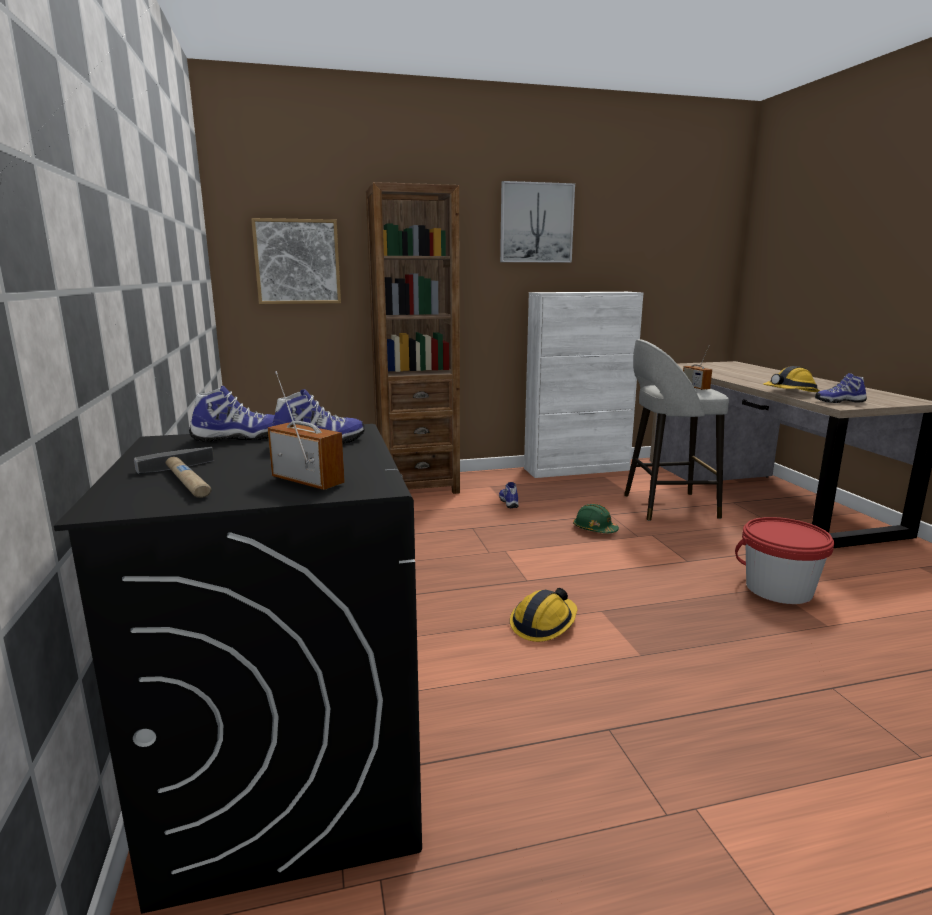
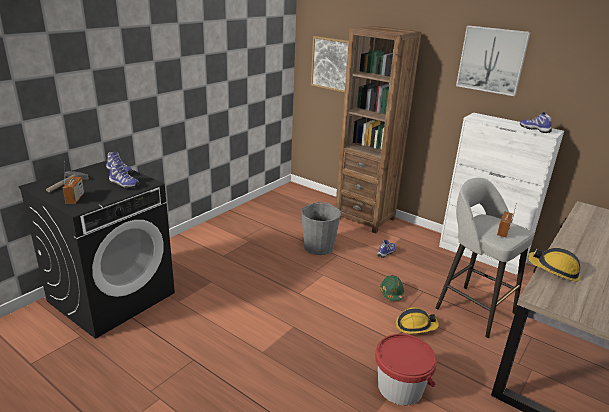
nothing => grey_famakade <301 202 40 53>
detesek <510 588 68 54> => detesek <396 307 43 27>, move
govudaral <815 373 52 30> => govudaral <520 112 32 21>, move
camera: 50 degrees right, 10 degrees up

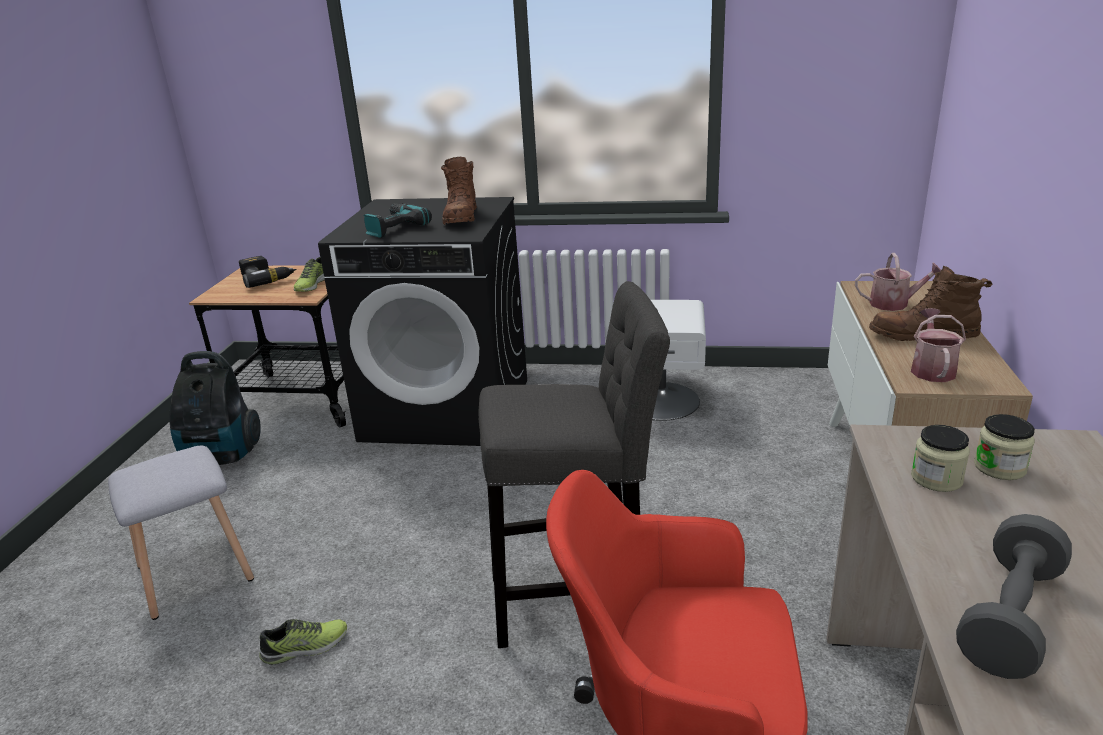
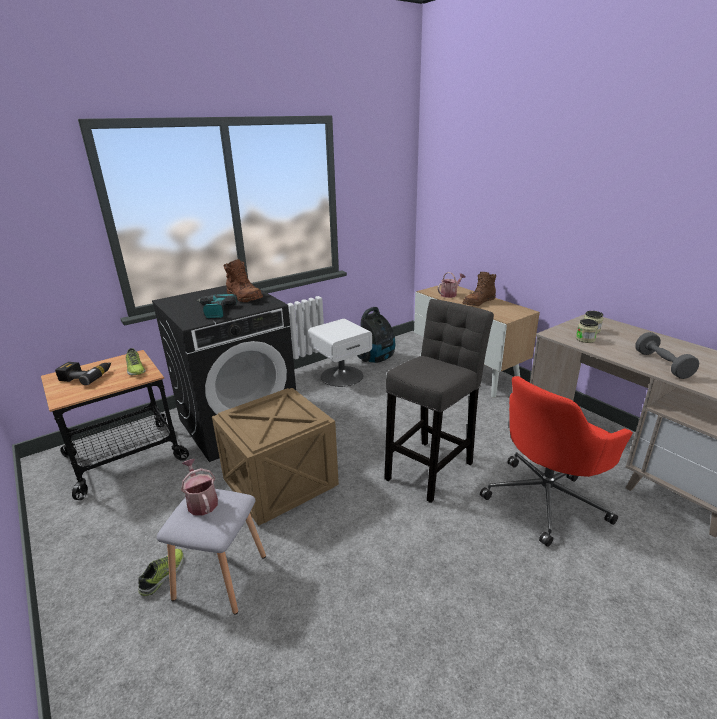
govudaral <259 619 88 46> => govudaral <138 549 46 47>, move
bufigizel <911 308 55 74> => bufigizel <181 459 37 57>, move
nothing => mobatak <212 388 127 138>
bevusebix <169 351 92 114> => bevusebix <357 307 38 56>, move
camera: 45 degrees left, 0 degrees up

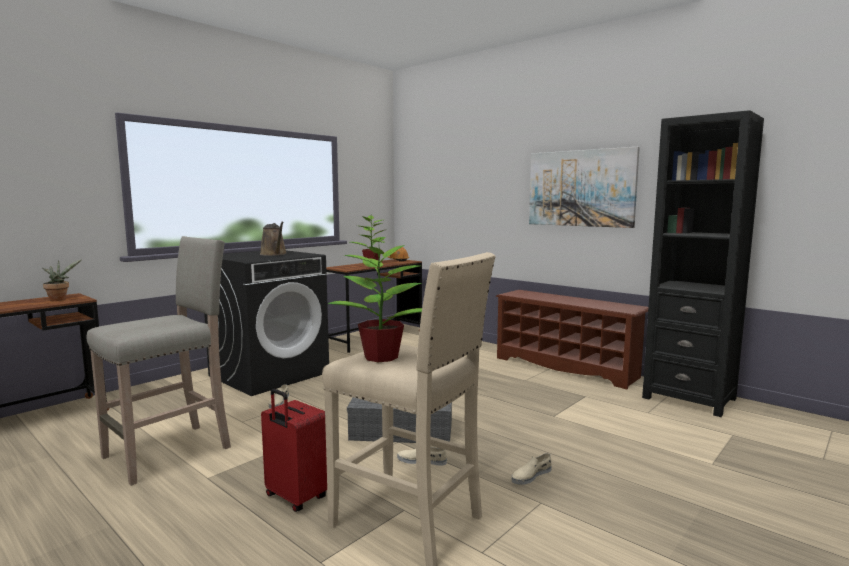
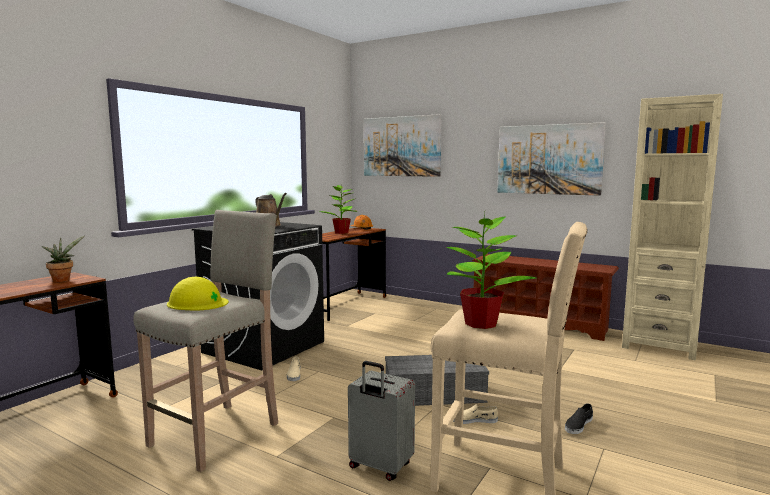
nothing => yellow_detesek <167 277 62 34>
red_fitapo <261 389 66 123> => grey_fitapo <348 361 67 120>
nothing => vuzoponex <364 114 78 63>
beige_govudaral <512 453 40 32> => black_govudaral <565 404 28 30>
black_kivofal <642 110 122 307> => beige_kivofal <622 94 101 266>
camera: 10 degrees left, 0 degrees up

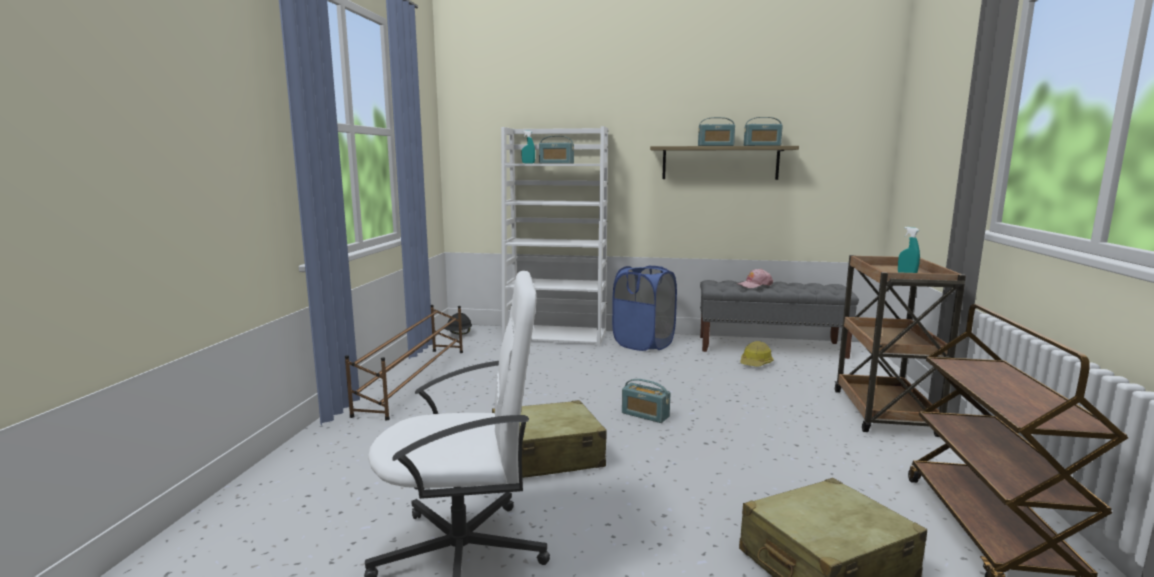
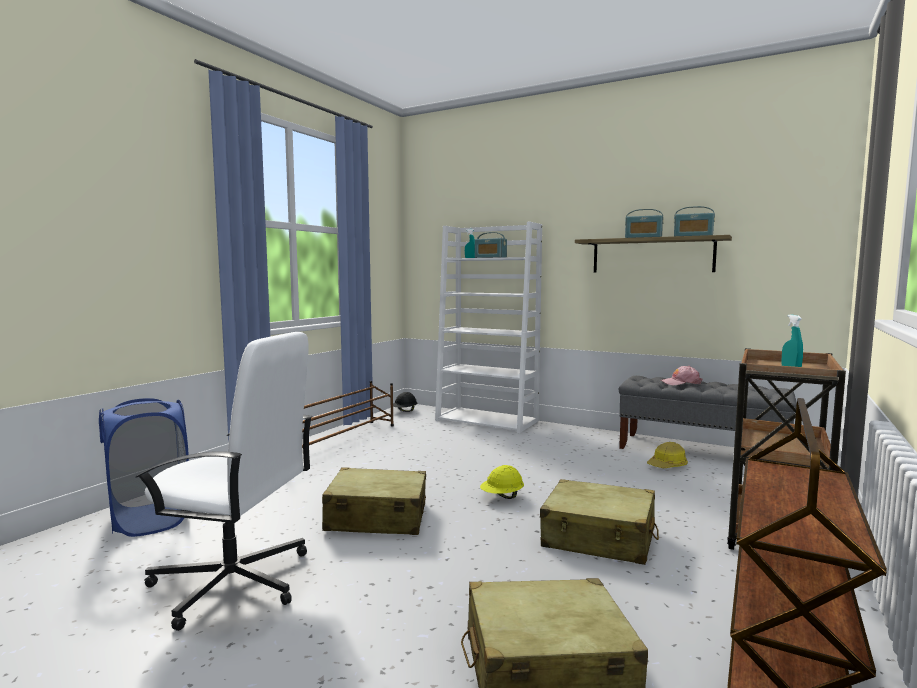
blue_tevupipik <612 265 65 86> => blue_tevupipik <99 398 90 139>, move
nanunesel <622 379 48 44> => yellow_detesek <480 465 44 34>
nothing => beige_fitapo <540 479 119 86>
camera: 20 degrees right, 5 degrees down

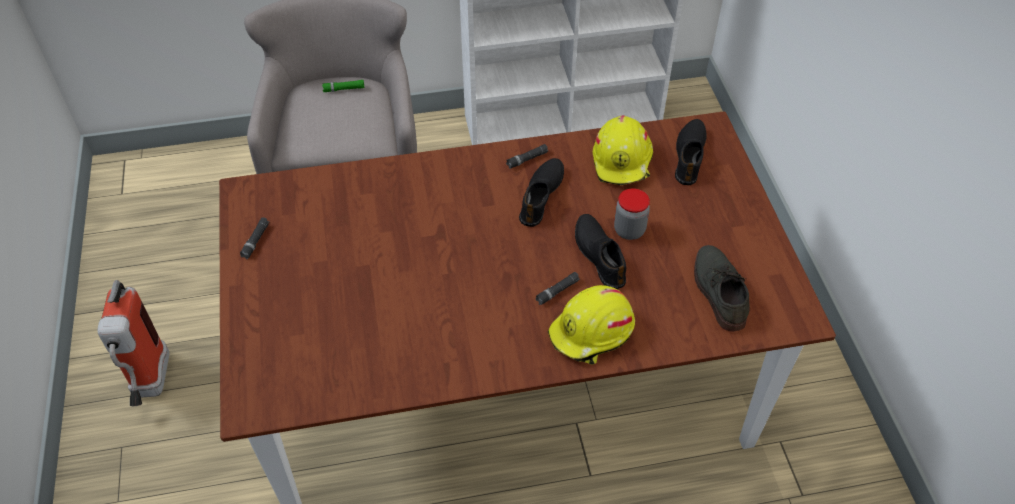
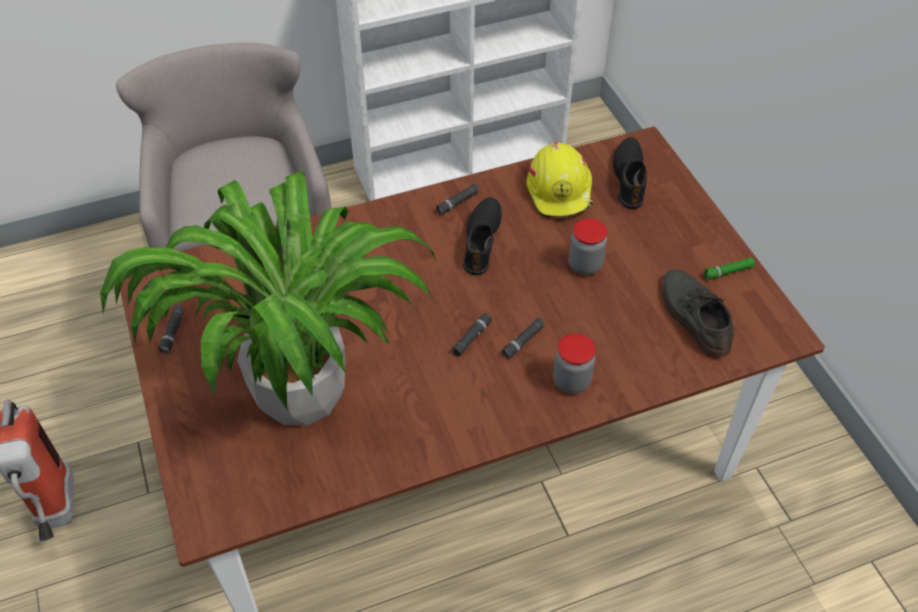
nothing => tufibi <100 170 336 256>
nothing => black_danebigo <451 313 41 43>
yellow_detesek <548 285 87 80> => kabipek <553 334 43 60>
green_danebigo <322 80 42 12> => green_danebigo <703 257 52 23>, move
black_govudaral <575 214 51 75> => nothing
camera: 10 degrees left, 0 degrees up

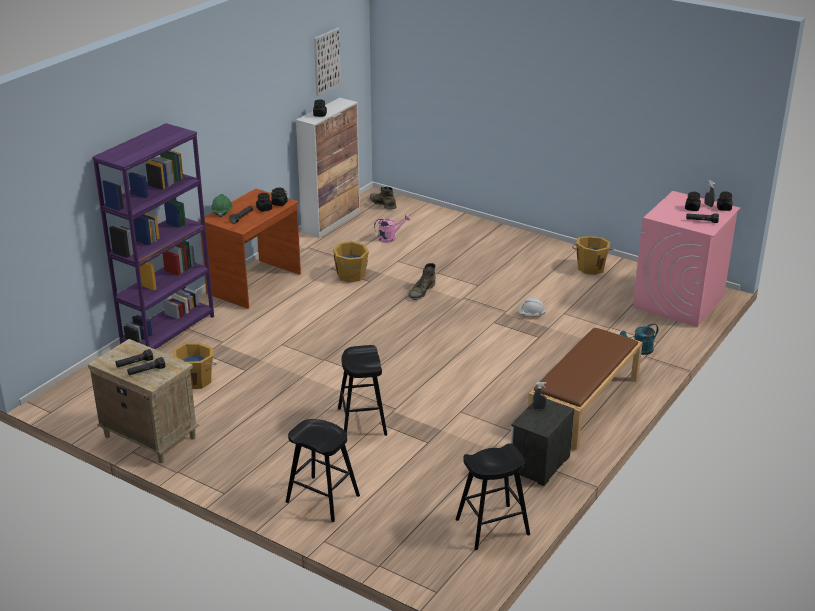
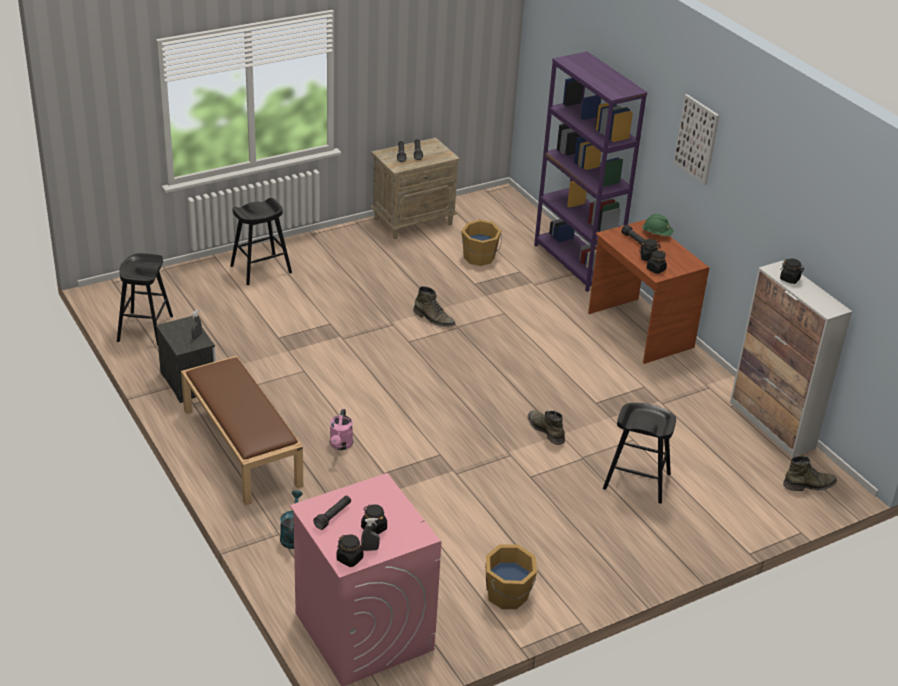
pink_bufigizel <374 214 37 29> => pink_bufigizel <330 409 23 41>, move
nothing => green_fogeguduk <413 286 43 41>
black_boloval <338 345 49 91> => black_boloval <603 403 73 101>, move
vuzoponex <314 28 27 68> => vuzoponex <674 94 45 91>, move
orange_famakade <333 241 36 42> => nothing
white_detesek <518 298 28 17> => nothing
camera: 115 degrees right, 5 degrees up

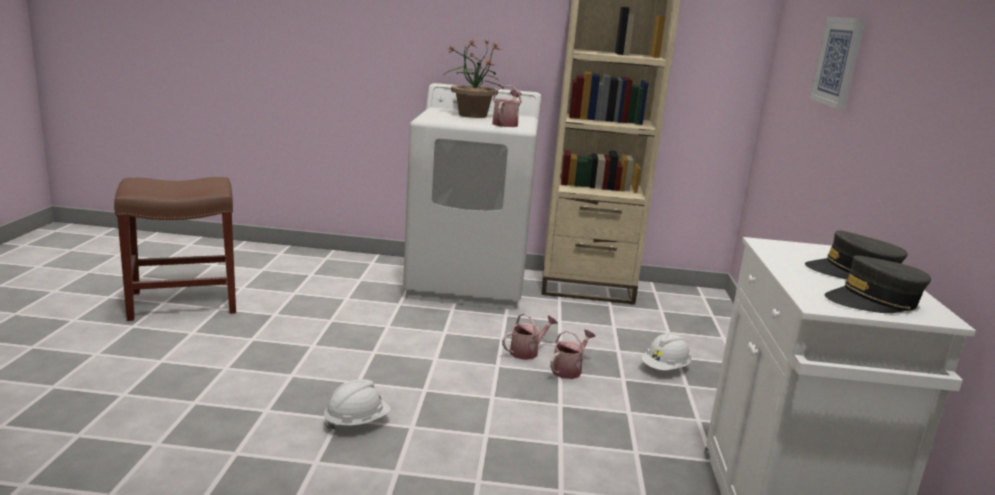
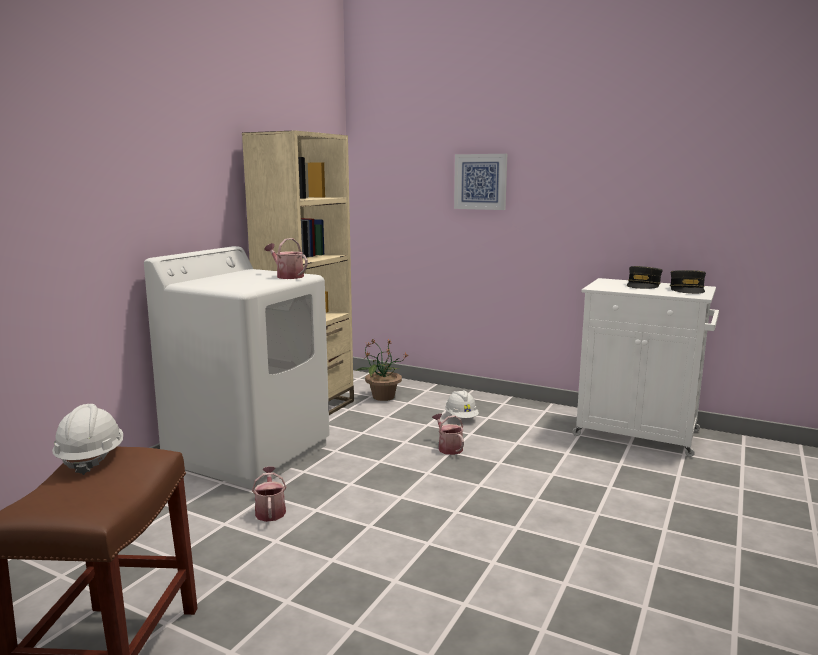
white_detesek <324 379 67 53> => white_detesek <52 404 71 71>, move
bufigizel <502 313 56 47> => bufigizel <252 466 34 56>, move
tufibi <443 38 60 80> => tufibi <356 339 52 62>, move
camera: 65 degrees left, 5 degrees down

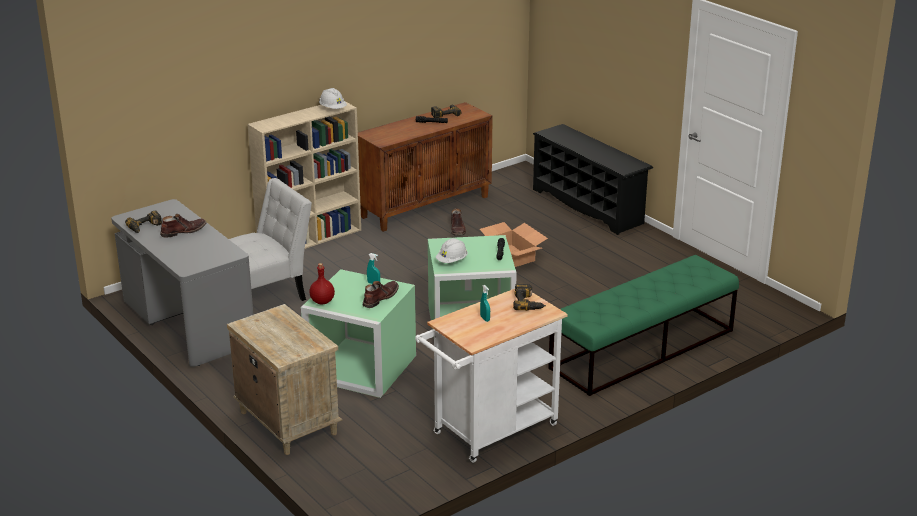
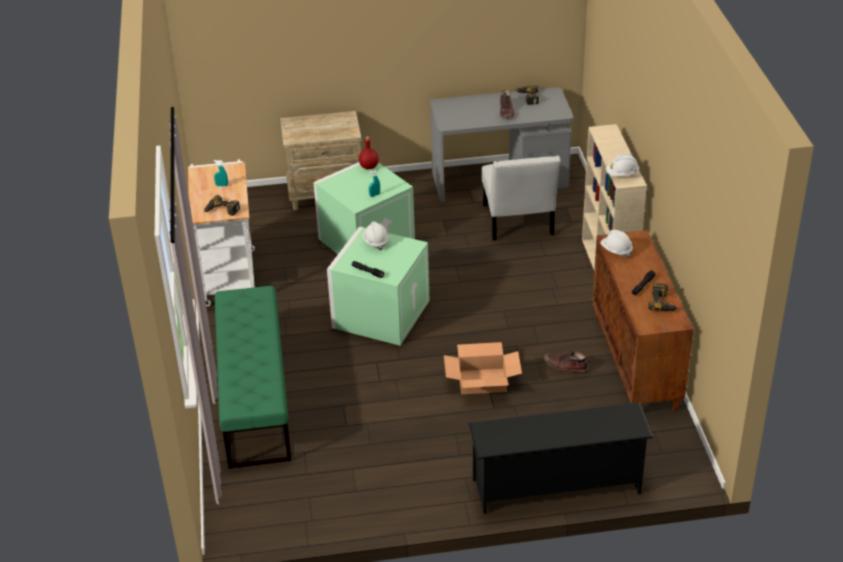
nothing => white_detesek <600 230 33 27>
brown_fogeguduk <363 281 36 27> => nothing
camera: 120 degrees right, 10 degrees up

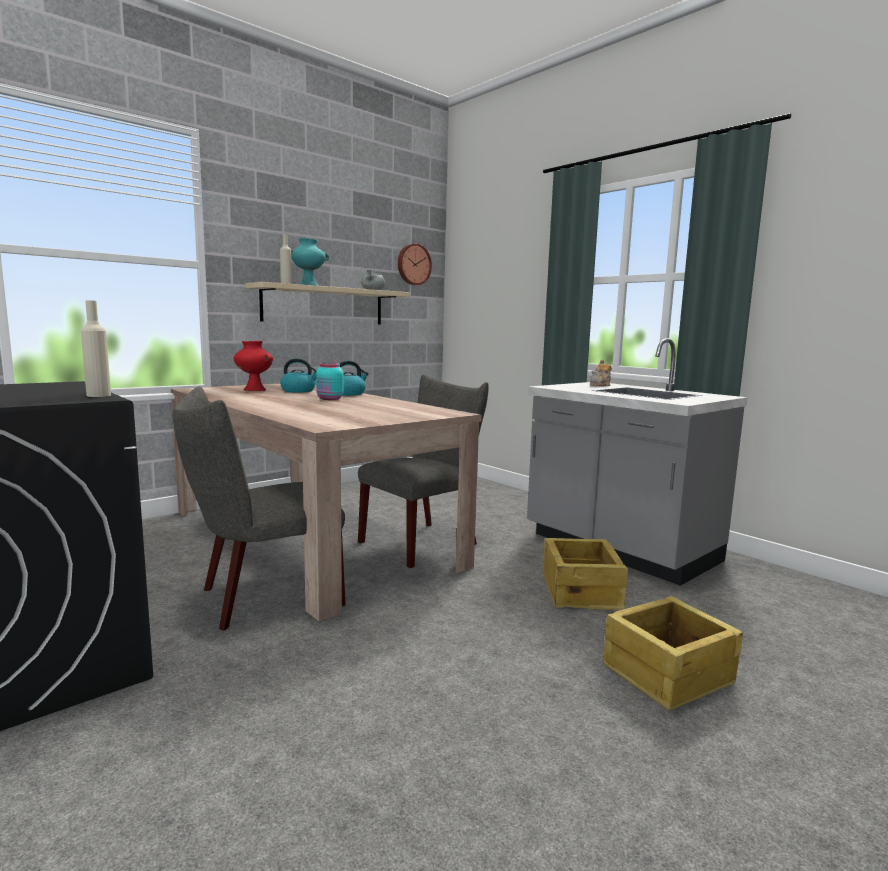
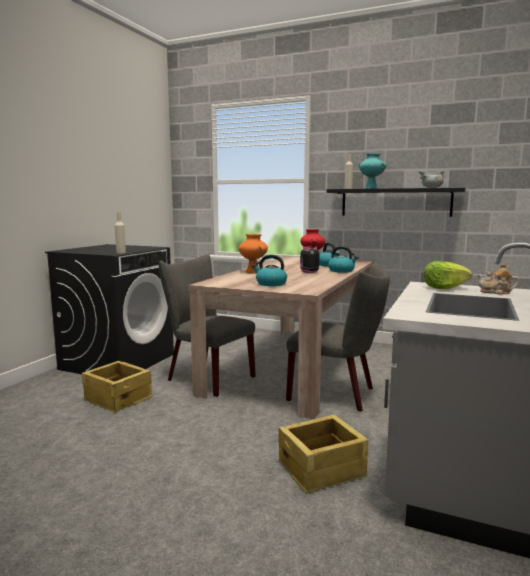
mobatak <603 596 140 115> => mobatak <82 361 71 52>, move
nothing => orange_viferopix <238 234 30 40>
nothing => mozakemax <252 254 35 32>
turquoise_kabipek <316 362 28 38> => black_kabipek <300 246 20 27>
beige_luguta <246 282 164 43> => black_luguta <326 188 139 29>
nothing => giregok <424 261 48 28>
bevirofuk <398 244 34 41> => nothing
camera: 65 degrees right, 0 degrees up

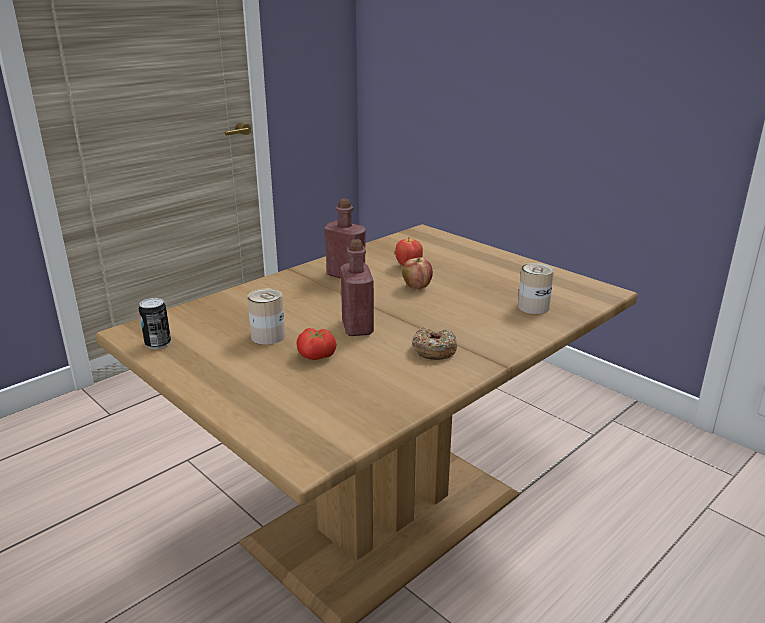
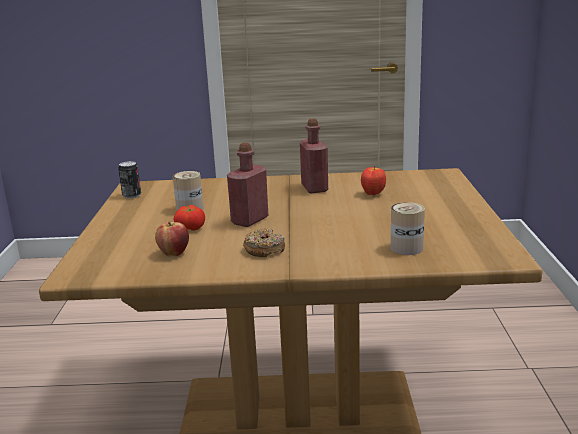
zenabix <402 257 31 33> => zenabix <155 222 34 34>, move
camera: 45 degrees right, 5 degrees down

